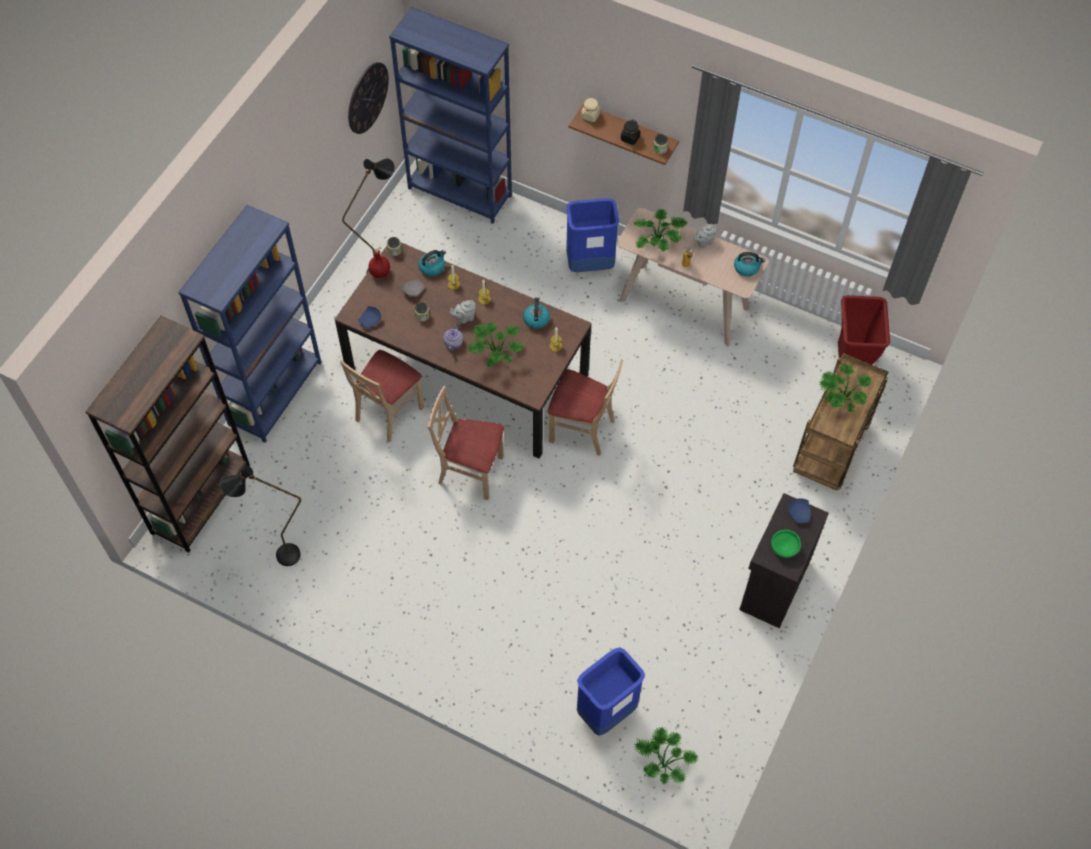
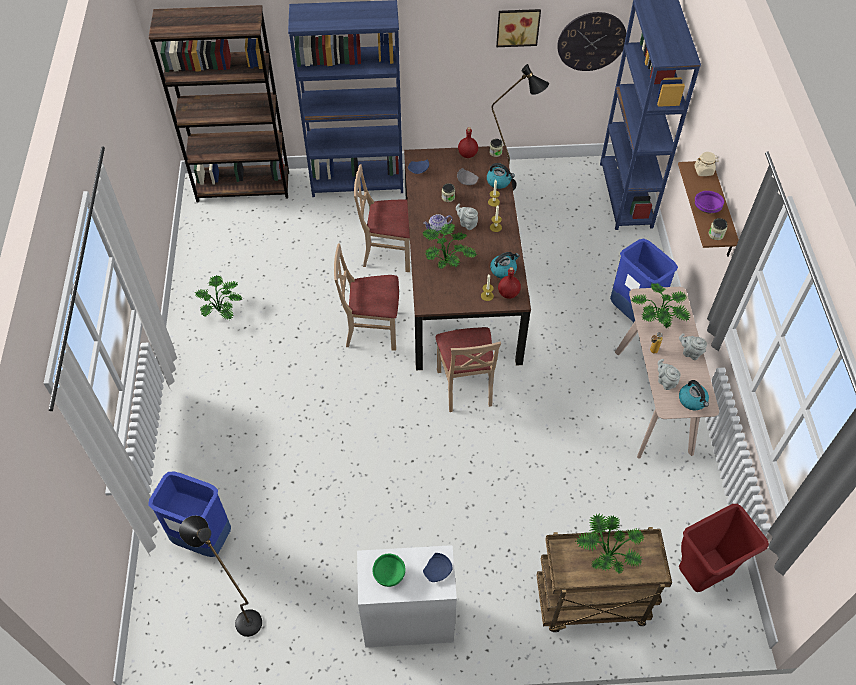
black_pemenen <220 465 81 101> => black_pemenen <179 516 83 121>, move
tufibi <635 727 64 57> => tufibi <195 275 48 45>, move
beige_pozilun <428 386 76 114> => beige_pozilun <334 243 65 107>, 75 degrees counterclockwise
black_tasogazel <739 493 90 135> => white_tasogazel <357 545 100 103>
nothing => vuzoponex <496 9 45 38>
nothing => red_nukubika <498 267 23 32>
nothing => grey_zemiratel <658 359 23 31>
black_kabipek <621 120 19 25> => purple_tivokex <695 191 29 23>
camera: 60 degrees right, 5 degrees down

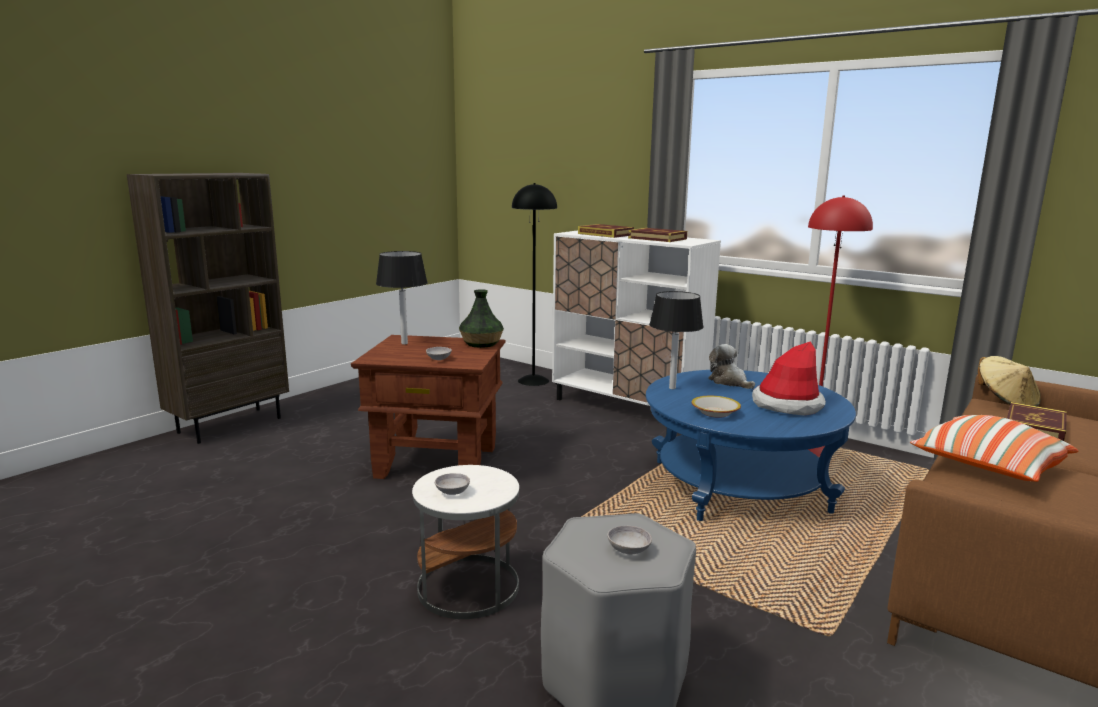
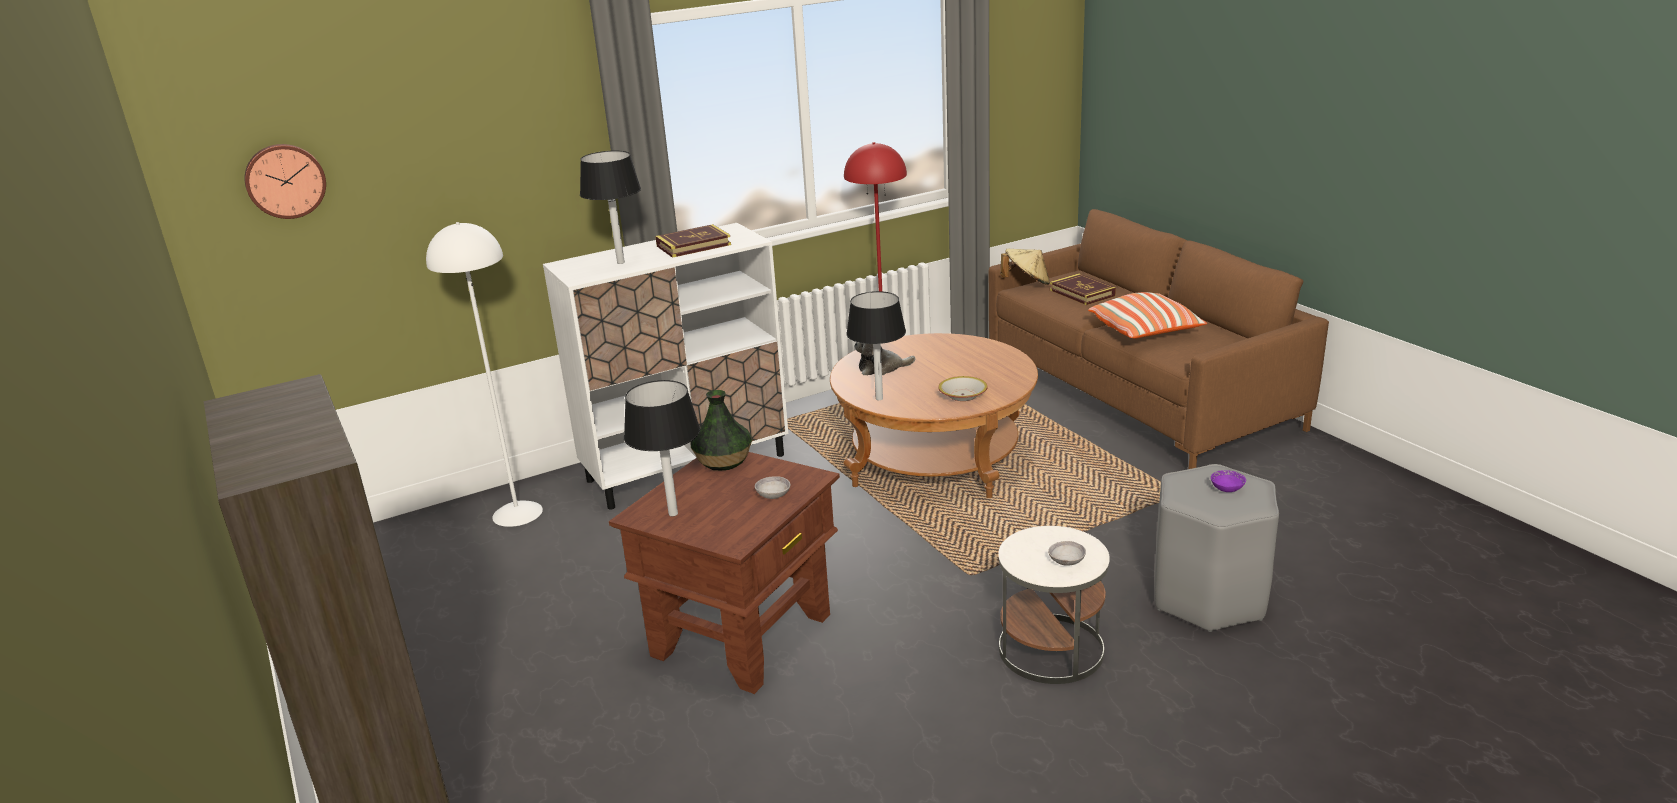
nothing => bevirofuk <245 144 81 75>
black_pemenen <512 183 45 203> => white_pemenen <426 222 117 305>
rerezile <578 224 56 14> => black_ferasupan <580 151 61 113>
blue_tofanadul <646 370 210 151> => brown_tofanadul <830 333 208 165>
grey_tivokex <607 526 45 28> => purple_tivokex <1211 470 35 22>
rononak <752 341 74 75> => nothing
camera: 65 degrees left, 10 degrees up

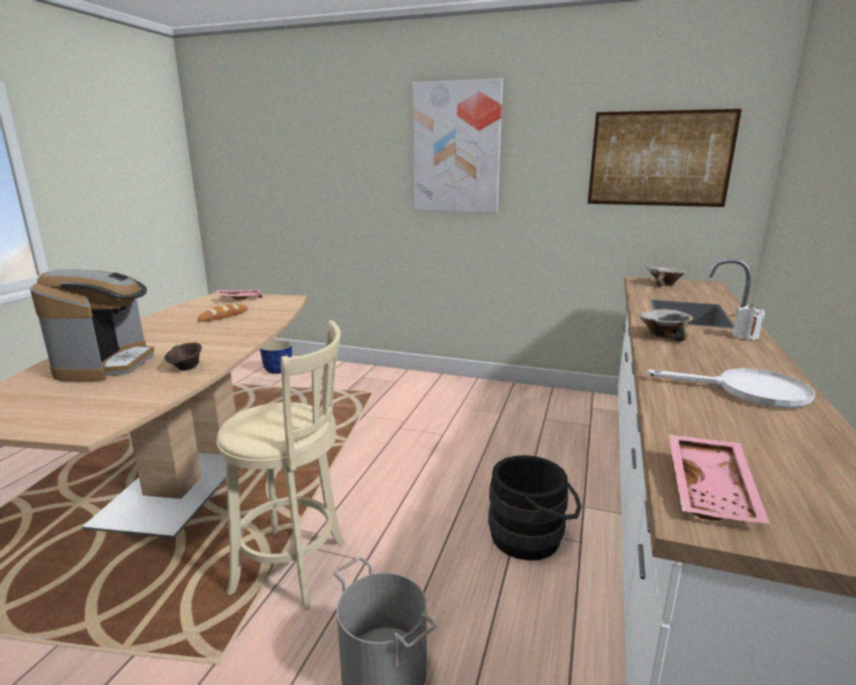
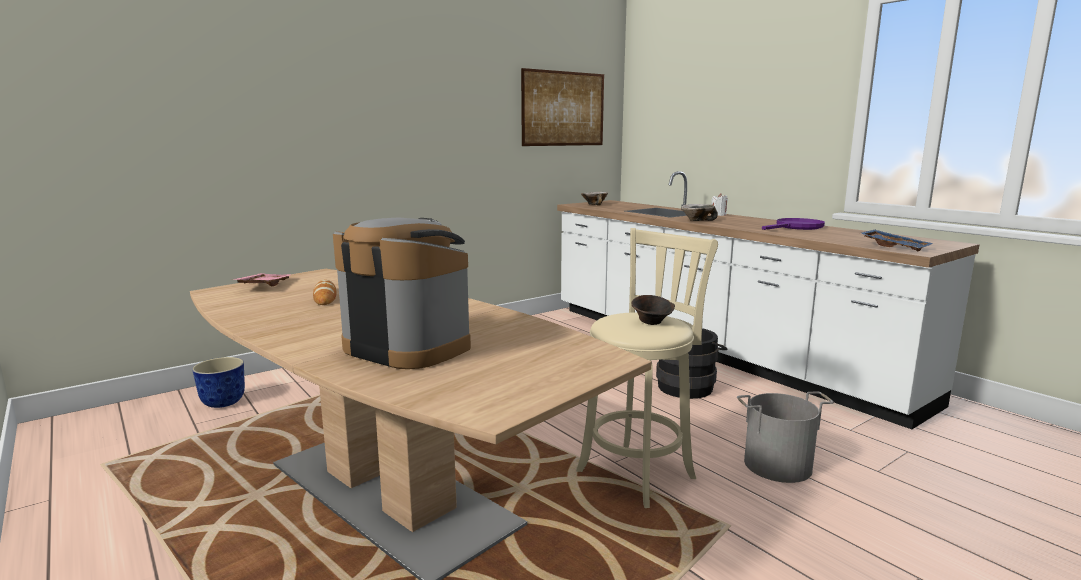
brown_tivokex <164 342 38 29> => brown_tivokex <632 295 43 30>, move
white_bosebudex <647 368 168 40> => purple_bosebudex <762 218 63 12>
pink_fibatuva <669 435 101 89> => blue_fibatuva <861 230 72 22>
vuzoponex <413 78 90 135> => nothing
camera: 55 degrees left, 5 degrees down

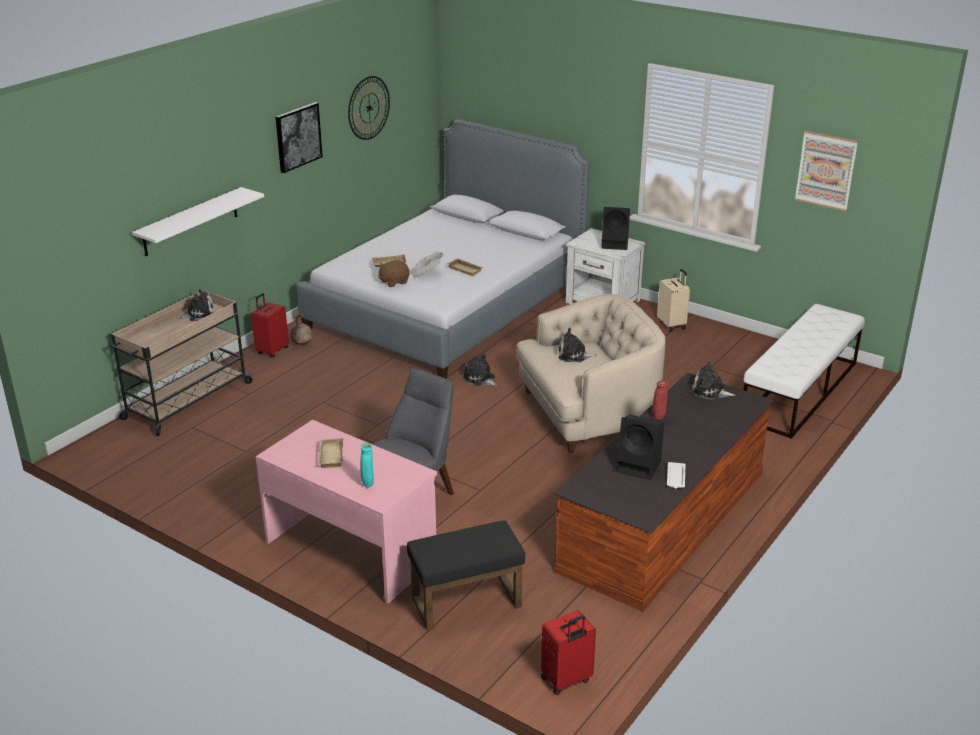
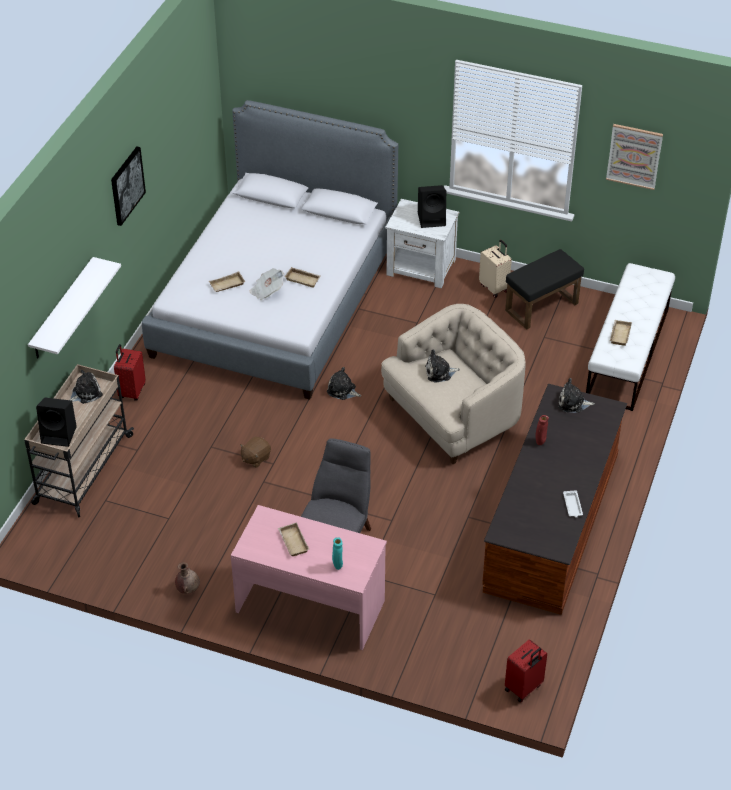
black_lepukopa <616 415 49 65> => black_lepukopa <36 398 41 49>, move
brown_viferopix <291 314 22 31> => brown_viferopix <175 562 25 32>, move
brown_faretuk <378 260 31 27> => brown_faretuk <240 437 31 31>, move
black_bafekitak <407 520 118 111> => black_bafekitak <505 249 79 81>, move
nothing => beige_fibatuva <610 320 22 26>
bevirofuk <348 76 42 64> => nothing
camera: 15 degrees left, 15 degrees up

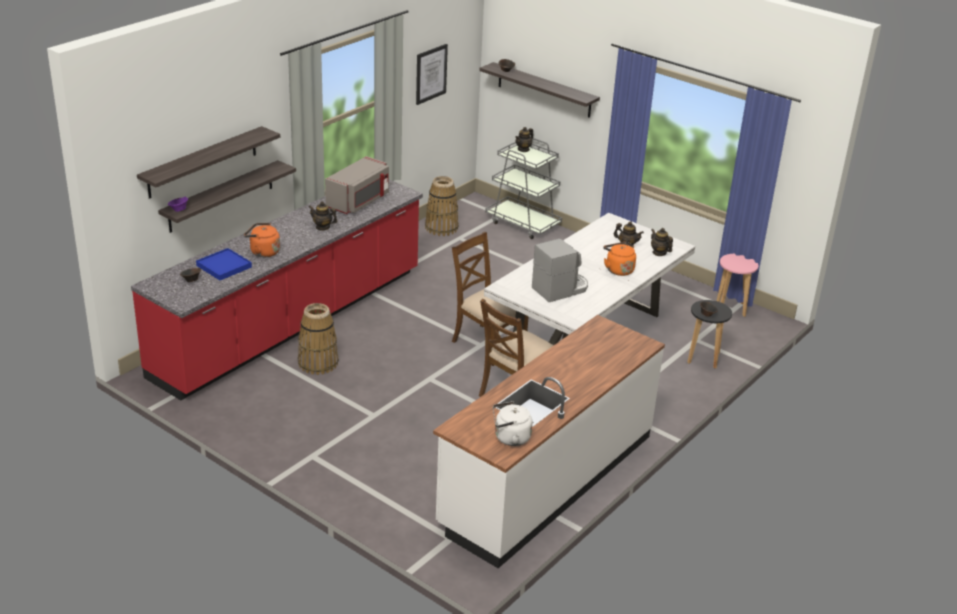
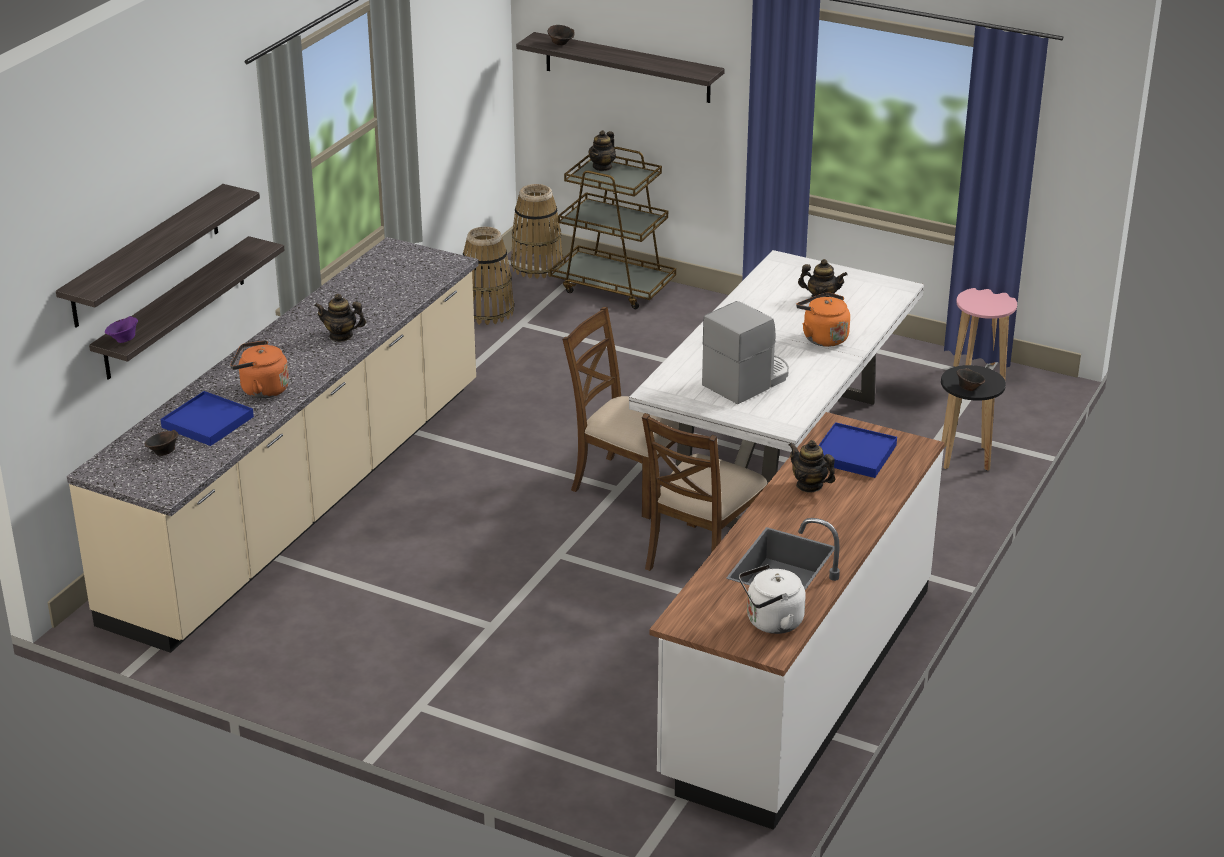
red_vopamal <131 180 292 220> => beige_vopamal <67 237 411 416>
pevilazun <298 303 41 72> => pevilazun <511 184 53 95>, move
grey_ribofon <485 138 77 101> => brown_ribofon <550 147 126 162>
zemiratel <651 228 22 28> => zemiratel <789 440 46 53>, move
nothing => blue_fibatuva <818 422 79 56>
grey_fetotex <325 156 64 58> => nothing
vuzoponex <416 44 32 61> => nothing
camera: 10 degrees left, 0 degrees up

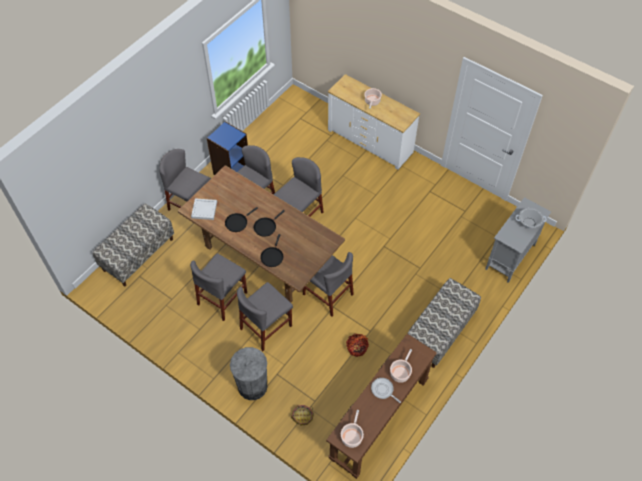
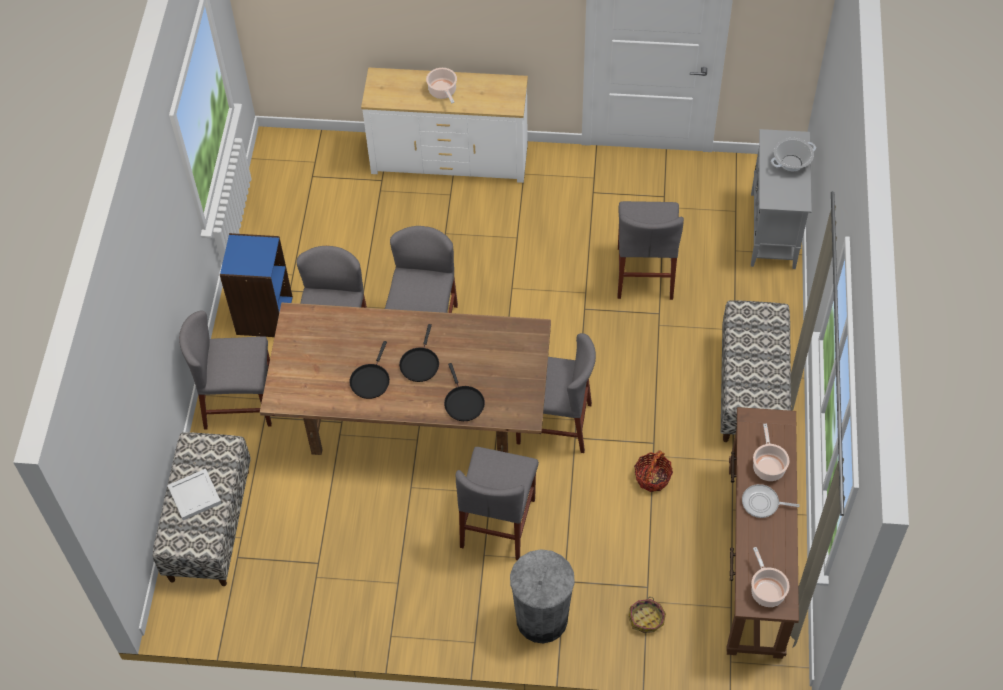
white_fibatuva <191 199 26 21> => white_fibatuva <167 469 55 51>, move
grey_pozilun <190 253 57 68> => grey_pozilun <617 201 67 99>, move
camera: 30 degrees left, 0 degrees up

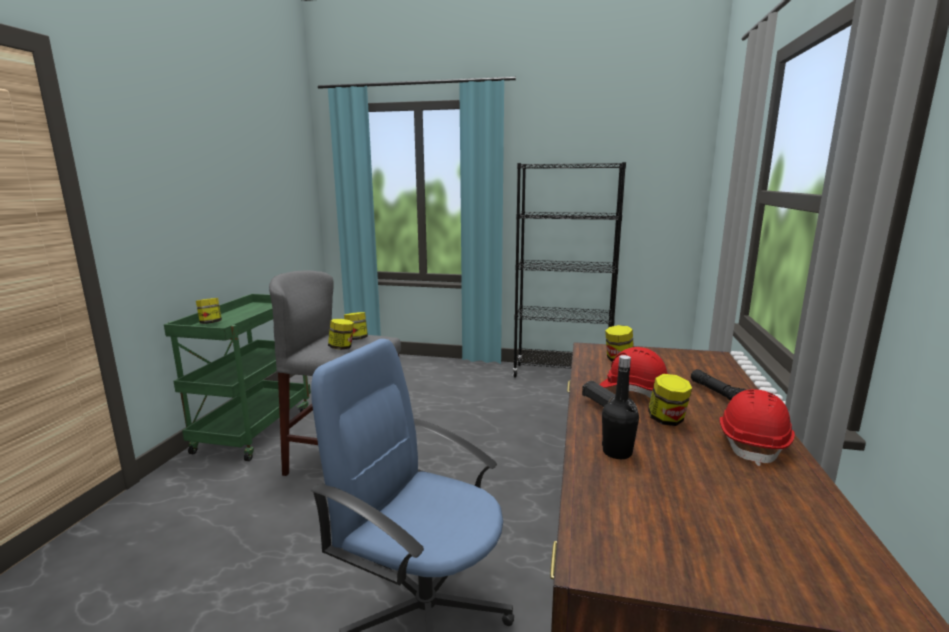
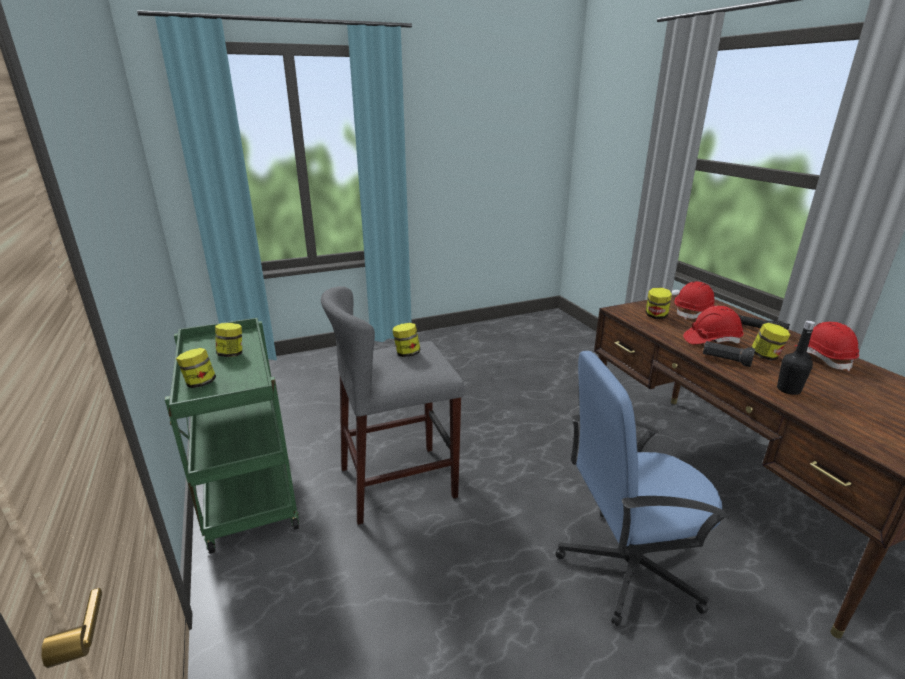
kabipek <328 319 26 31> => kabipek <215 323 27 34>, move
nothing => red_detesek <674 281 41 39>
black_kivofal <513 162 113 216> => nothing
camera: 35 degrees left, 10 degrees up

